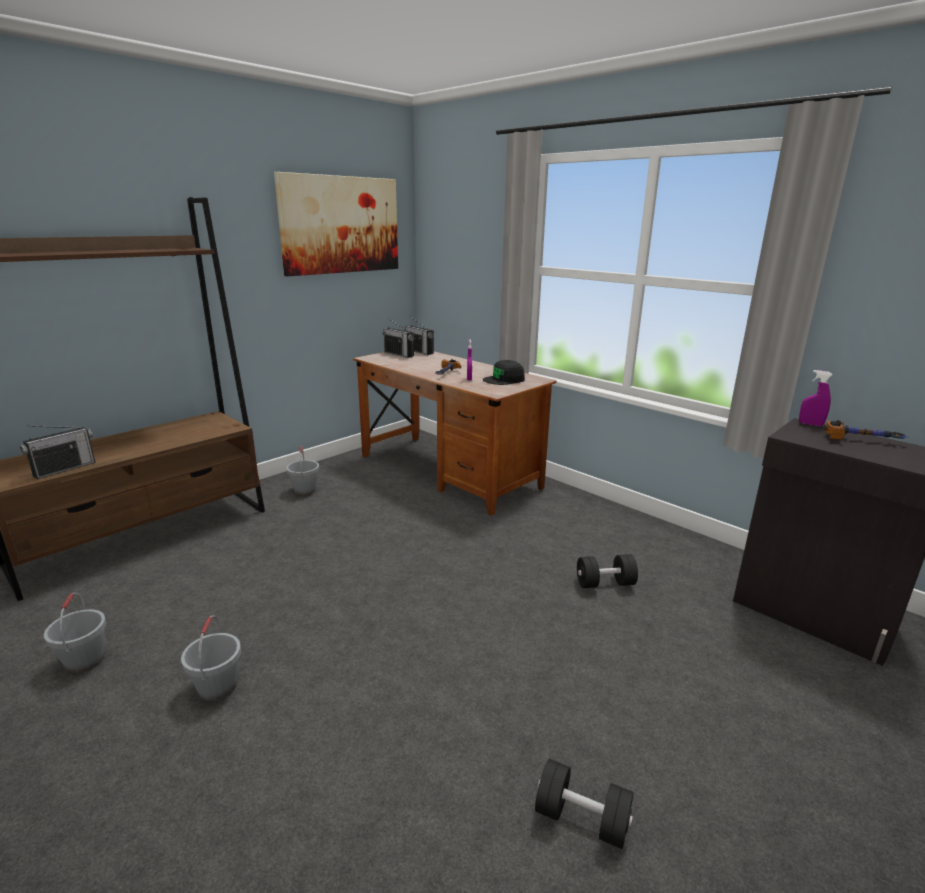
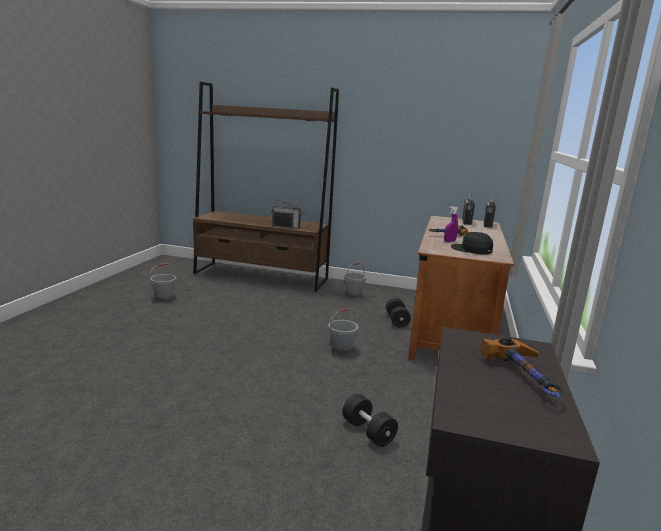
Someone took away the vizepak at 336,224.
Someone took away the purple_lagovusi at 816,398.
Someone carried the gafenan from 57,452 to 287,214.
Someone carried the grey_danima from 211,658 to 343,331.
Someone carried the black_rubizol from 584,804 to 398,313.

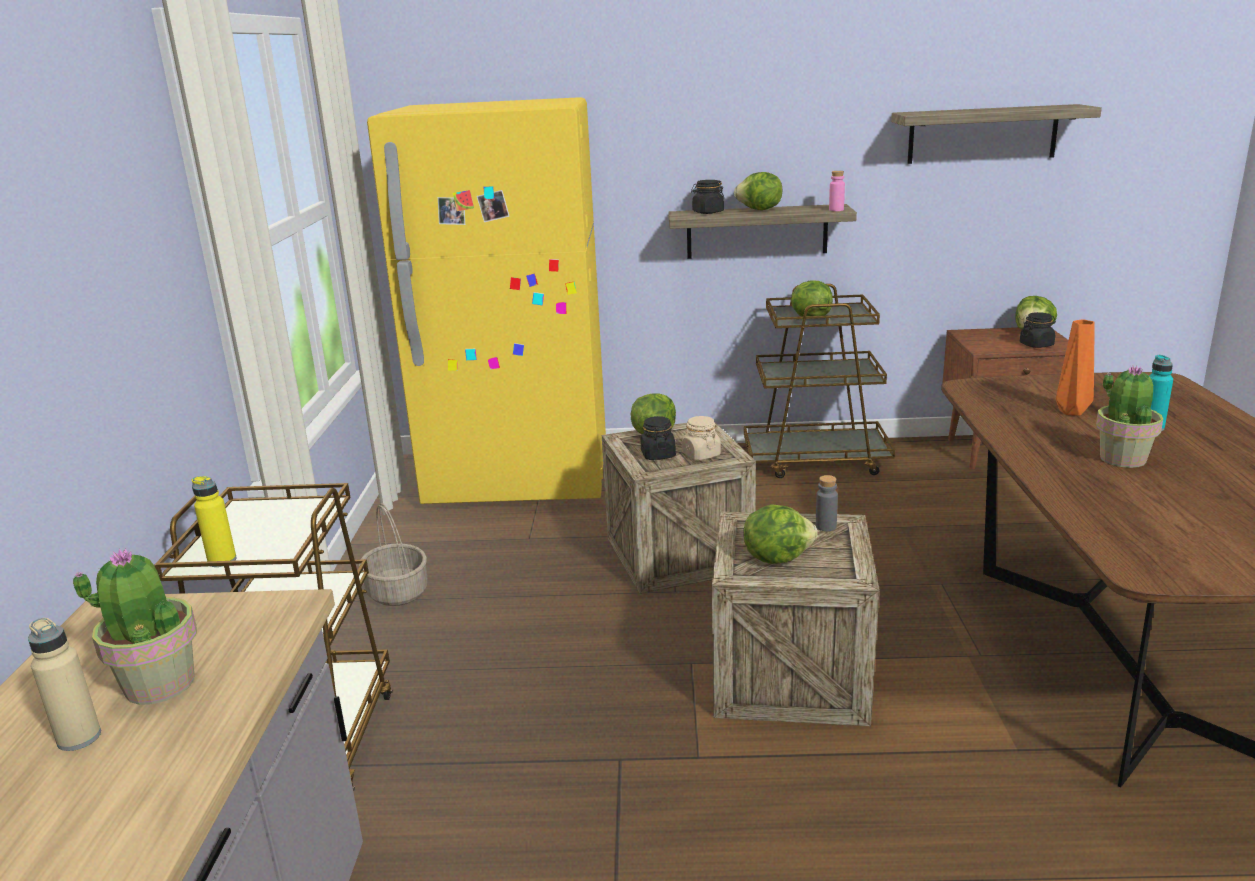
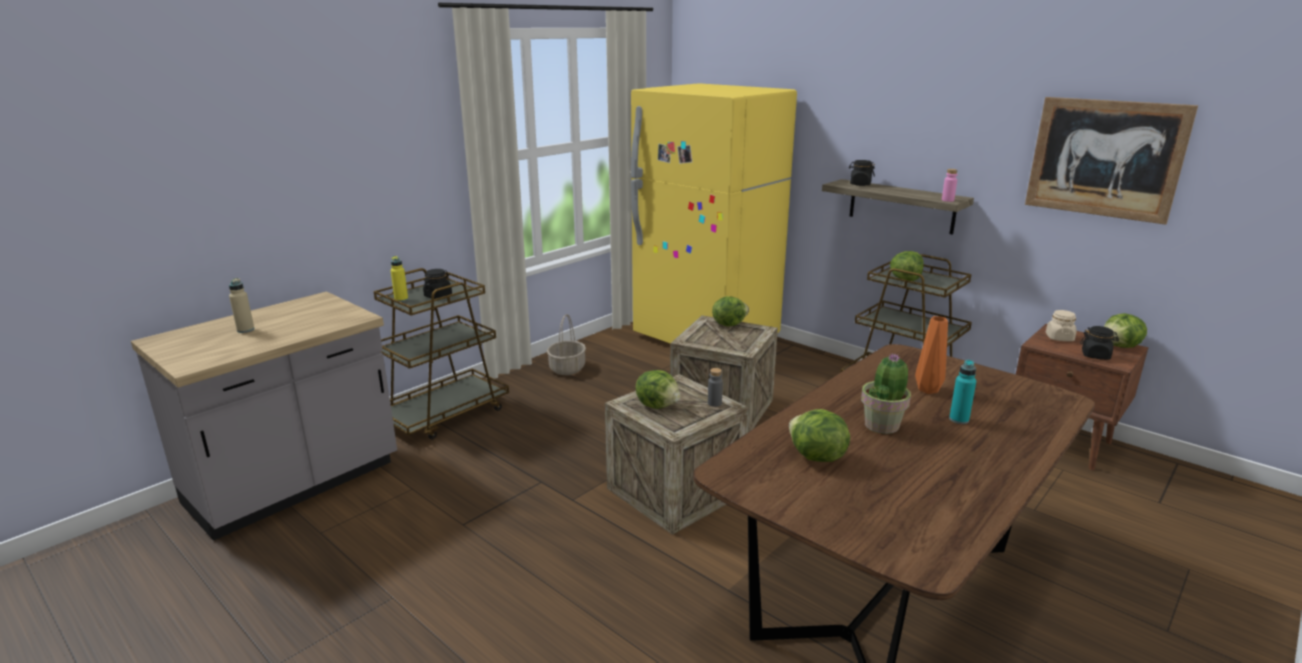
Someone swapped the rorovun at 996,134 for the vizepak at 1111,161.
Someone carried the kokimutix from 758,191 to 819,435.
Someone carried the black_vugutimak from 658,438 to 437,284.
Someone carried the beige_vugutimak from 701,438 to 1061,325.
Someone took away the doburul at 134,626.

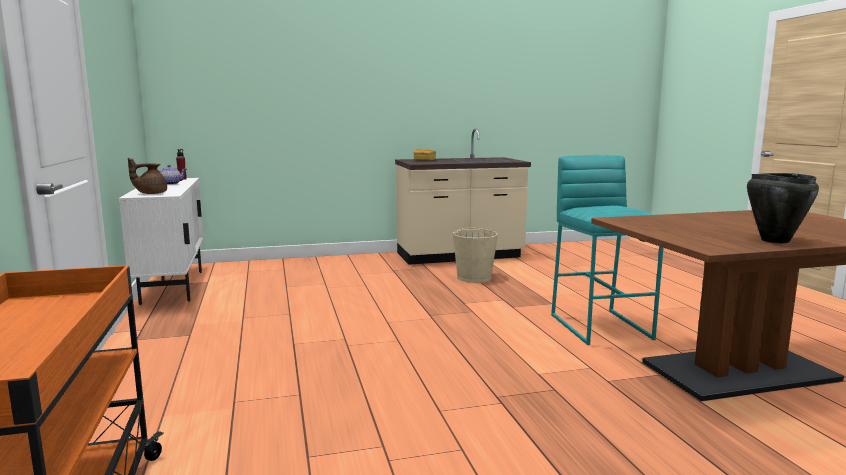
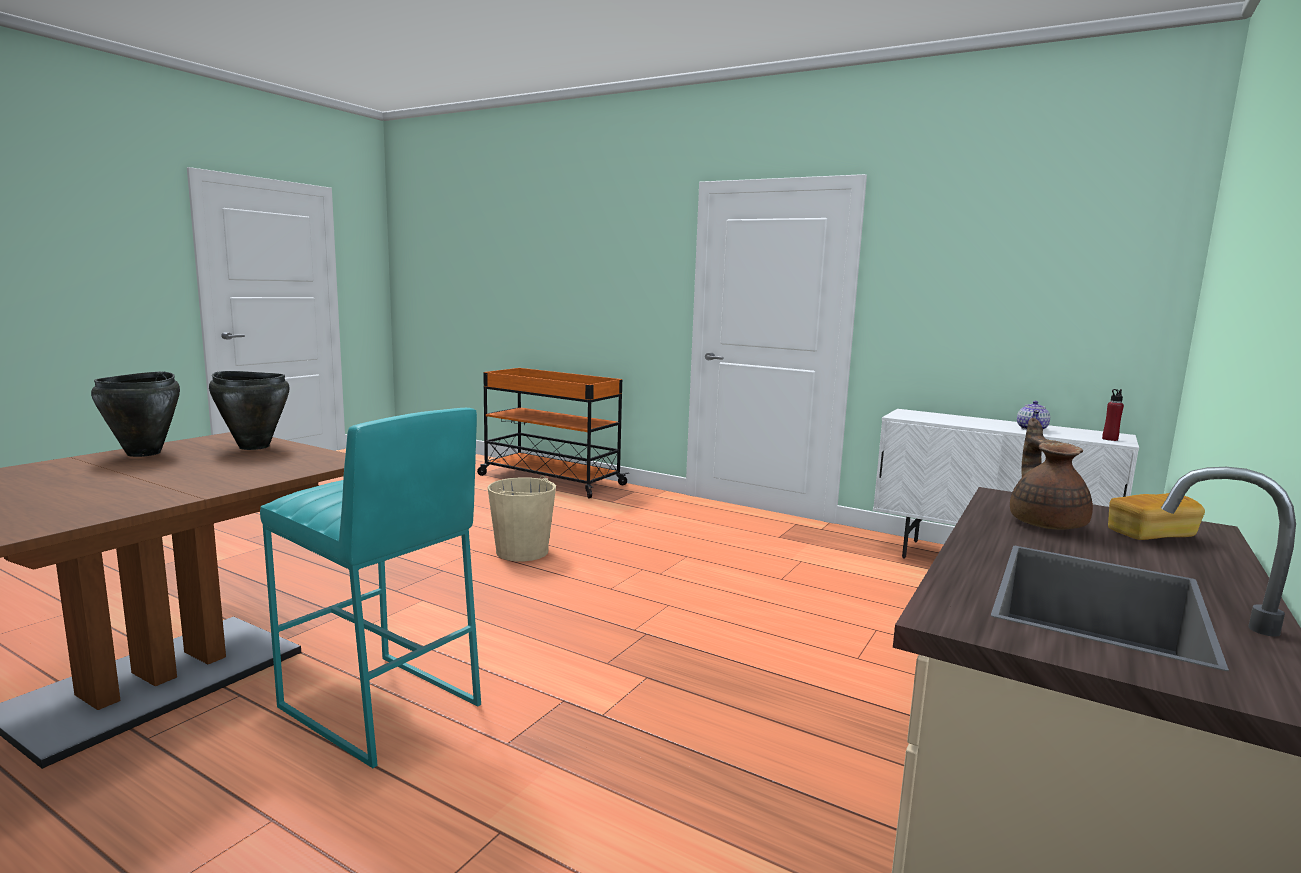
Someone carried the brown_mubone from 147,176 to 1051,474.
Someone carried the beige_danima from 475,255 to 521,518.
Someone put down the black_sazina at 249,410.

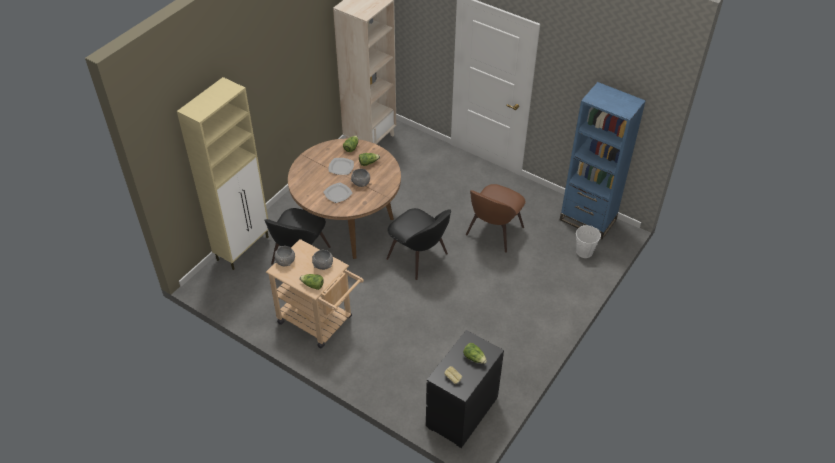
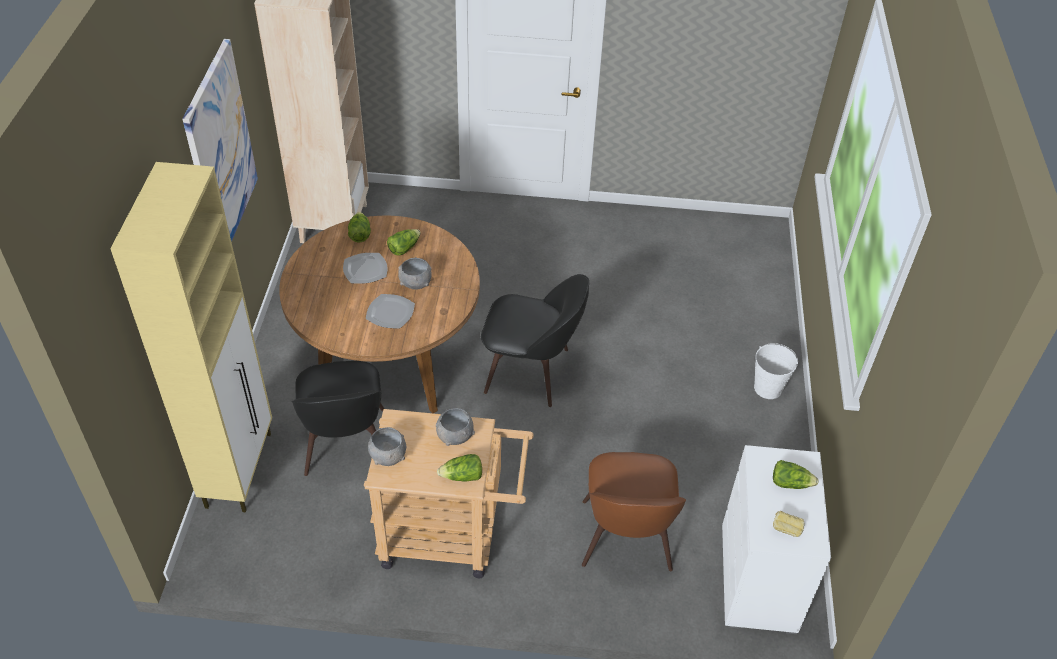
Someone took away the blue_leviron at 603,160.
Someone carried the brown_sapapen from 496,218 to 634,511.
Someone carried the white_danima from 588,241 to 776,371.
Someone repainted the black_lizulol at 465,389, which became the white_lizulol at 776,539.
Someone put up the vizepak at 220,140.

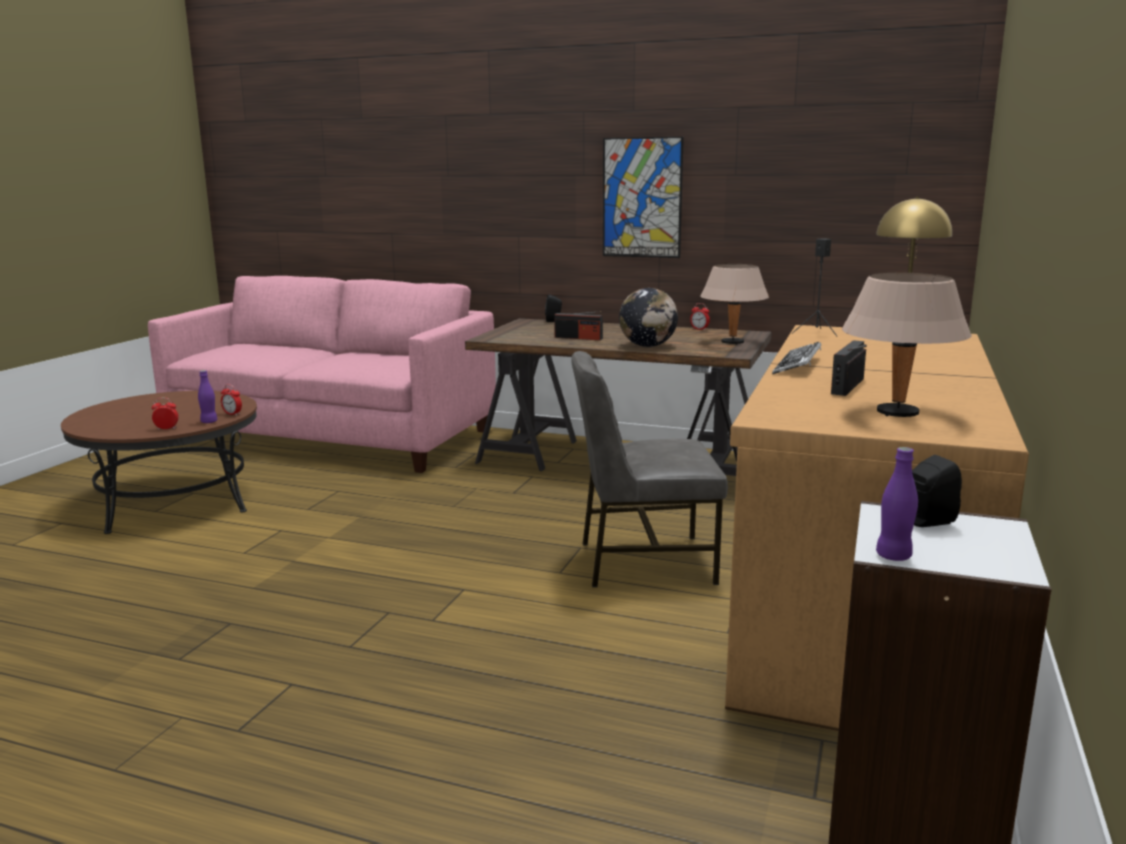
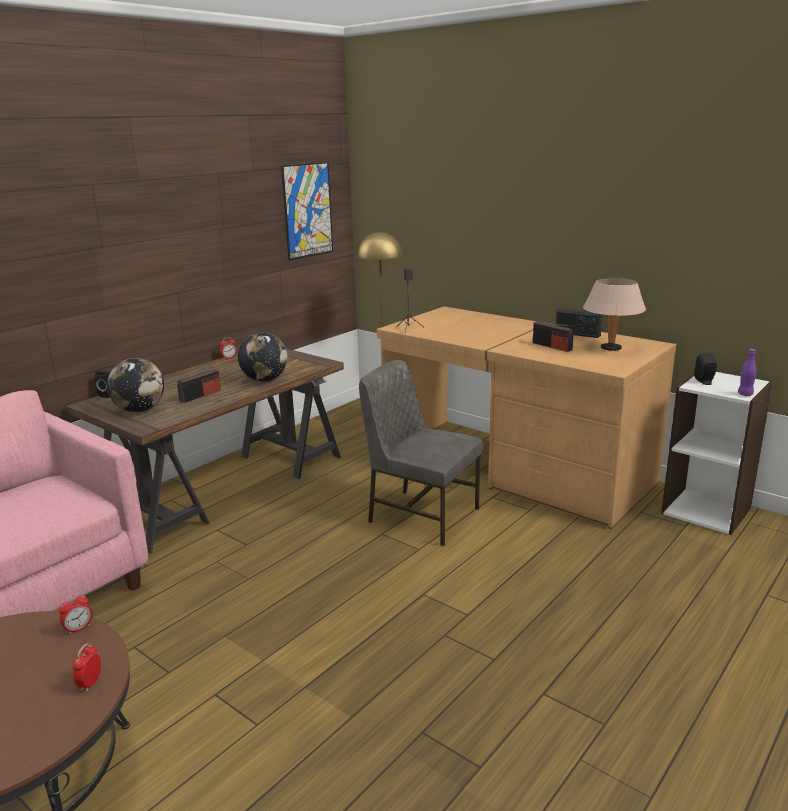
Someone carried the vizepak from 643,197 to 307,211.
Someone took away the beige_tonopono at 734,304.
Someone took away the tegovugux at 796,358.
Someone rotated the grey_sapapen at 649,469 by 105 degrees clockwise.
Someone took away the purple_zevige at 207,396.
Someone put down the gafenan at 579,323.
Someone put down the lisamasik at 135,385.

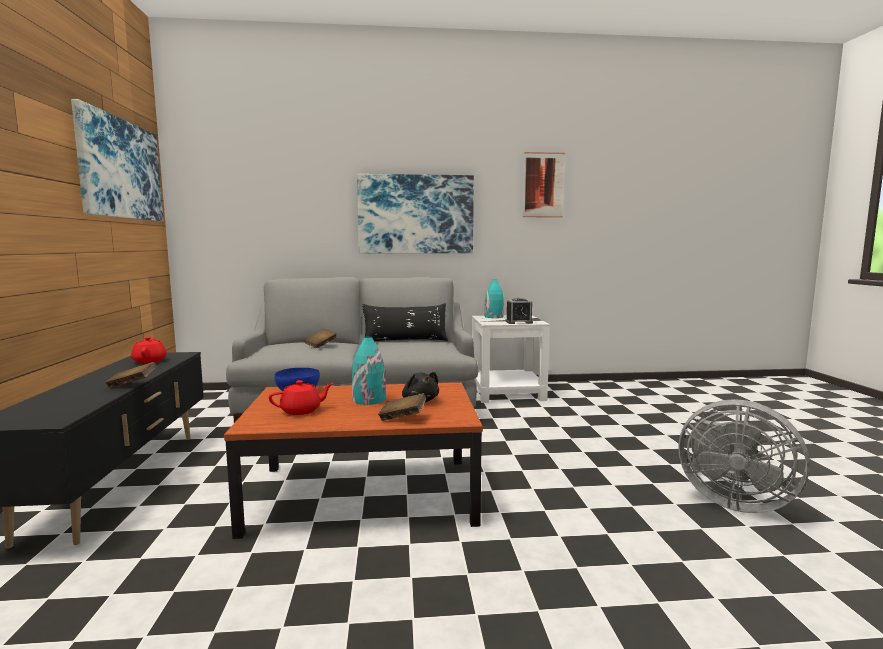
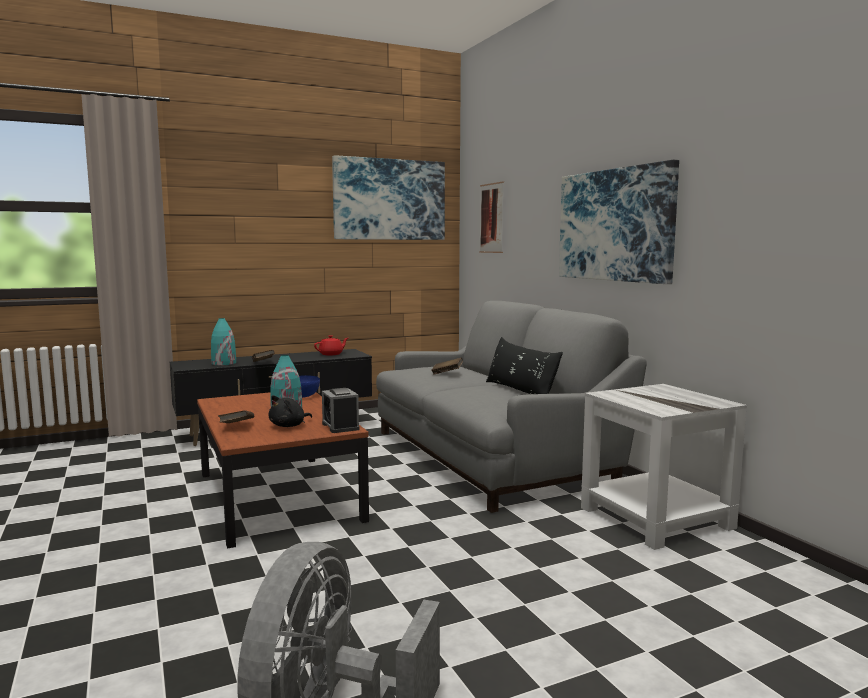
Someone carried the vizepak from 544,184 to 491,217.
Someone carried the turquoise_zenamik from 494,299 to 223,341.
Someone carried the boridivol from 519,311 to 340,410.
Someone took away the red_mubone at 301,397.

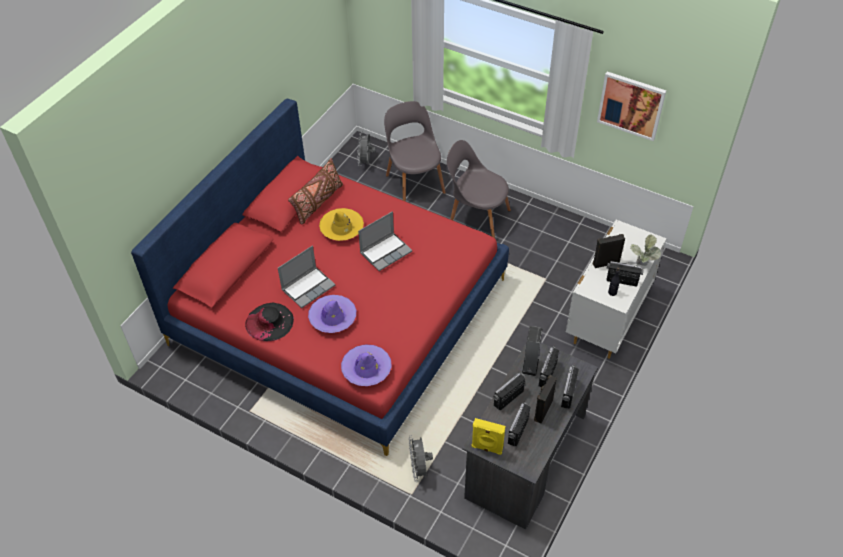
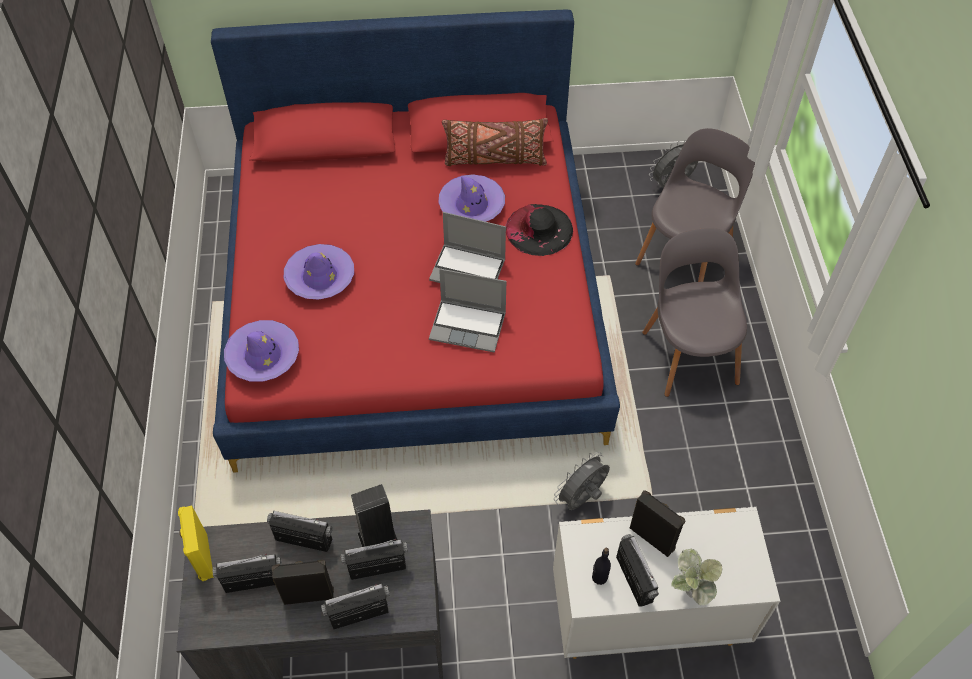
Someone took away the vizepak at 631,106.
Someone repainted the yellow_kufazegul at 341,224, which became the purple_kufazegul at 471,198.
Someone carried the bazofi from 306,277 to 467,310.
Someone carried the black_kufazegul from 269,322 to 539,230.
Someone carried the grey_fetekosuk from 421,458 to 582,481.

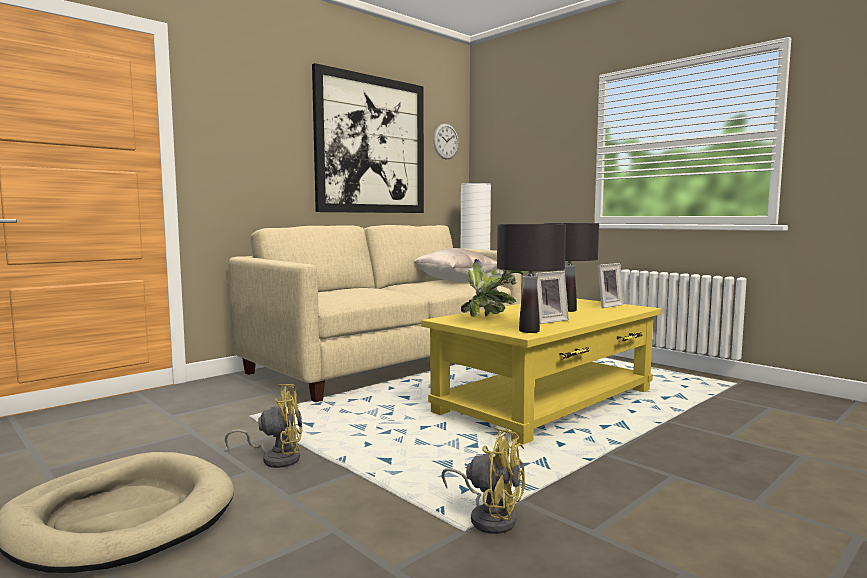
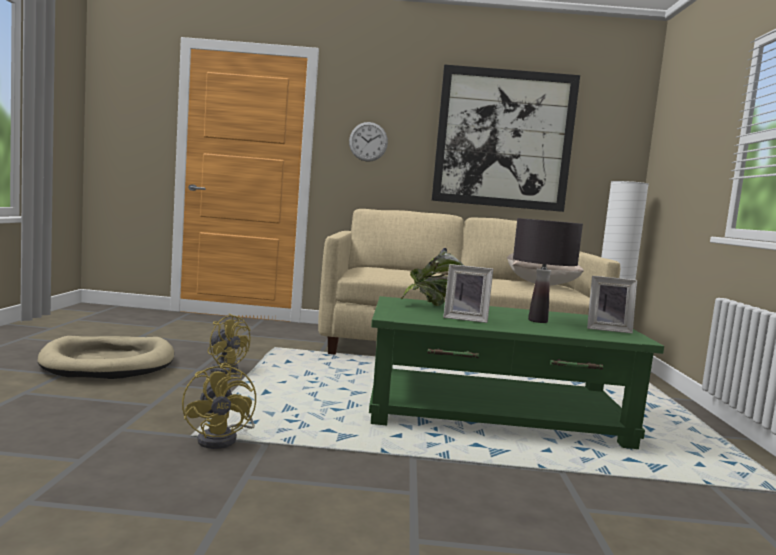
Someone carried the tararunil from 446,141 to 368,142.
Someone took away the black_tonopono at 531,278.
Someone repainted the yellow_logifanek at 541,372, which became the green_logifanek at 516,372.

